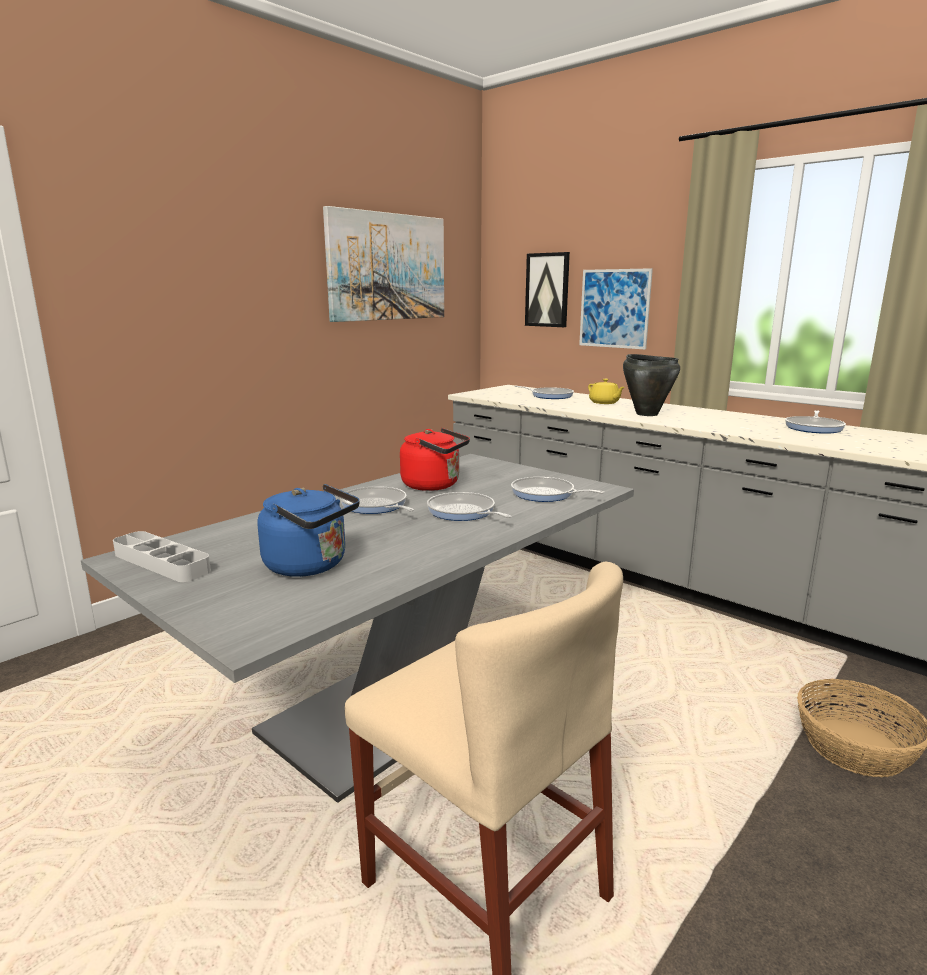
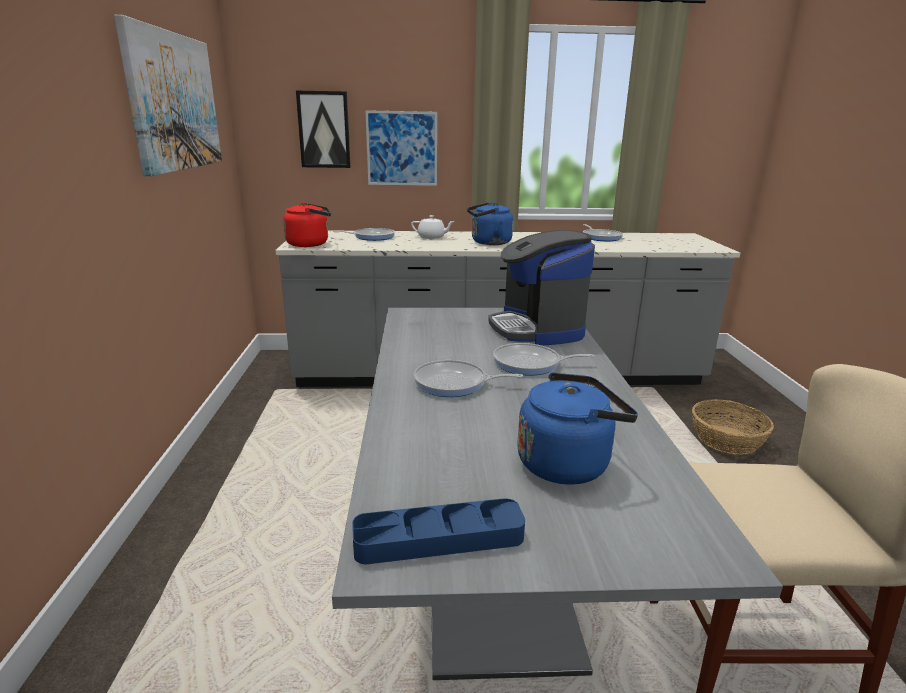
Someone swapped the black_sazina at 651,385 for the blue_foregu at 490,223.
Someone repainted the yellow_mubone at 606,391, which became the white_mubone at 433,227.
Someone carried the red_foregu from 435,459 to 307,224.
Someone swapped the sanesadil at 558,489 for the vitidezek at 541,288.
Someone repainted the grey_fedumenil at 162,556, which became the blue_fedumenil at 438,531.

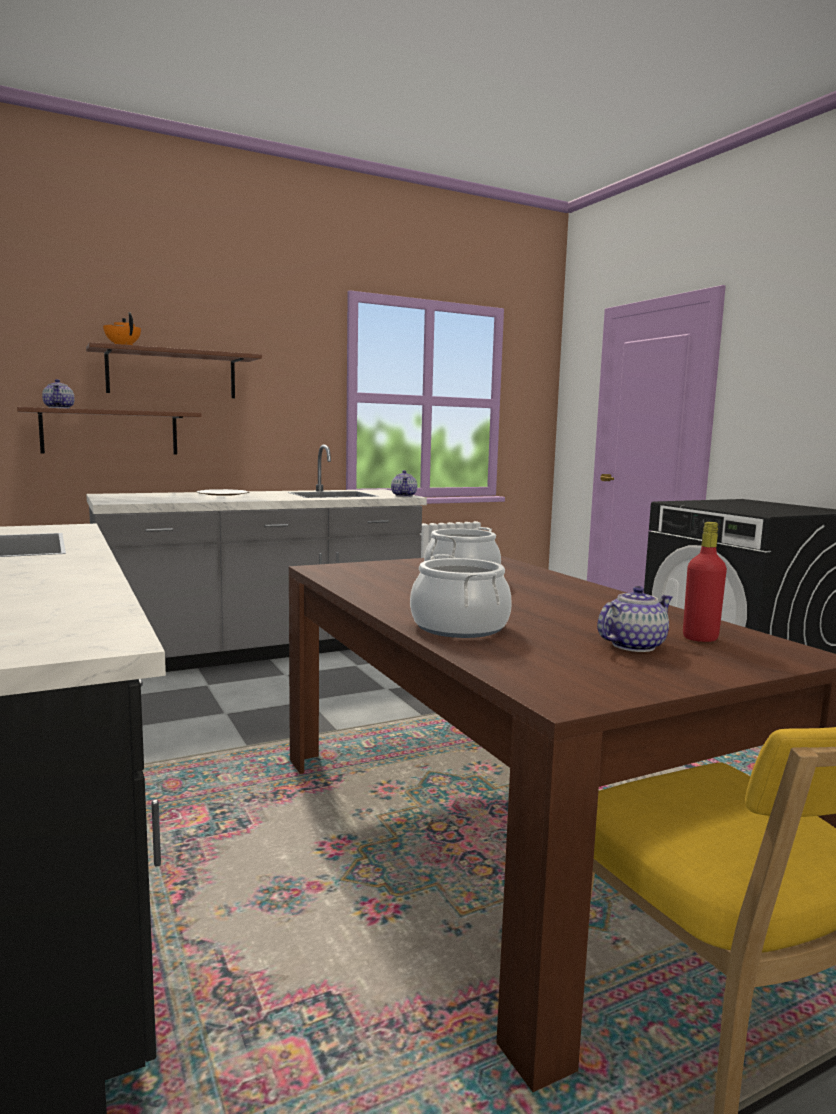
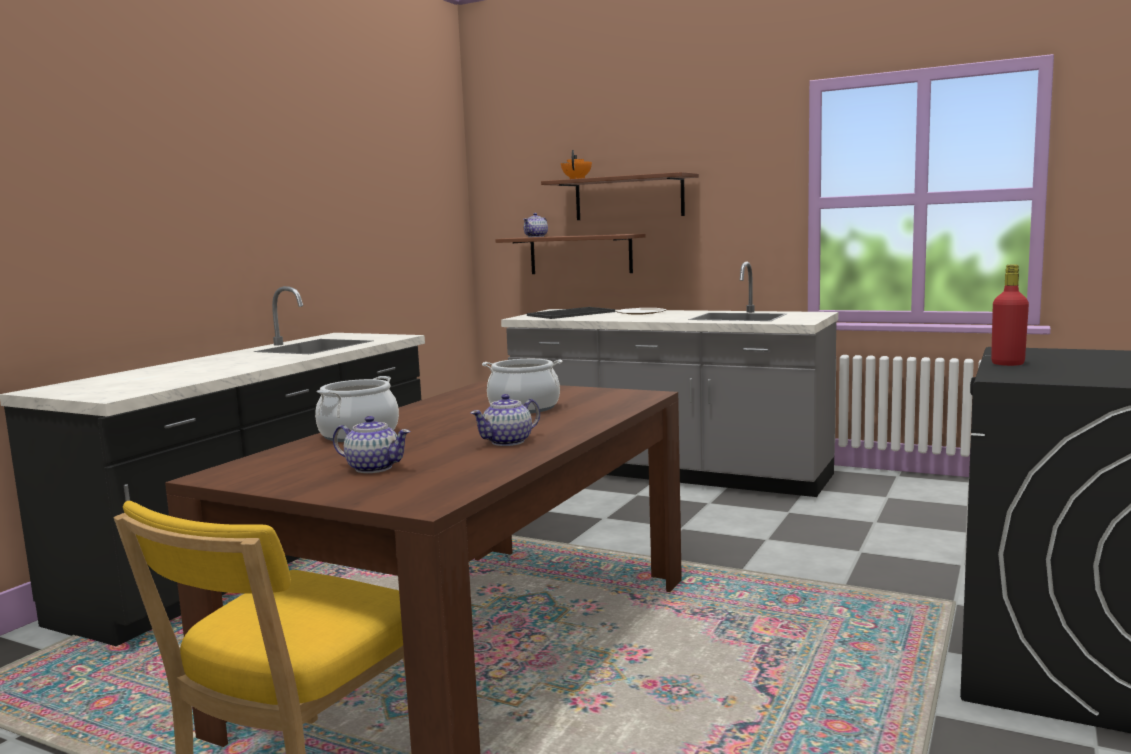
Someone carried the mubone from 404,483 to 505,420.
Someone carried the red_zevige from 705,582 to 1010,315.
Someone put down the fedumenil at 571,313.

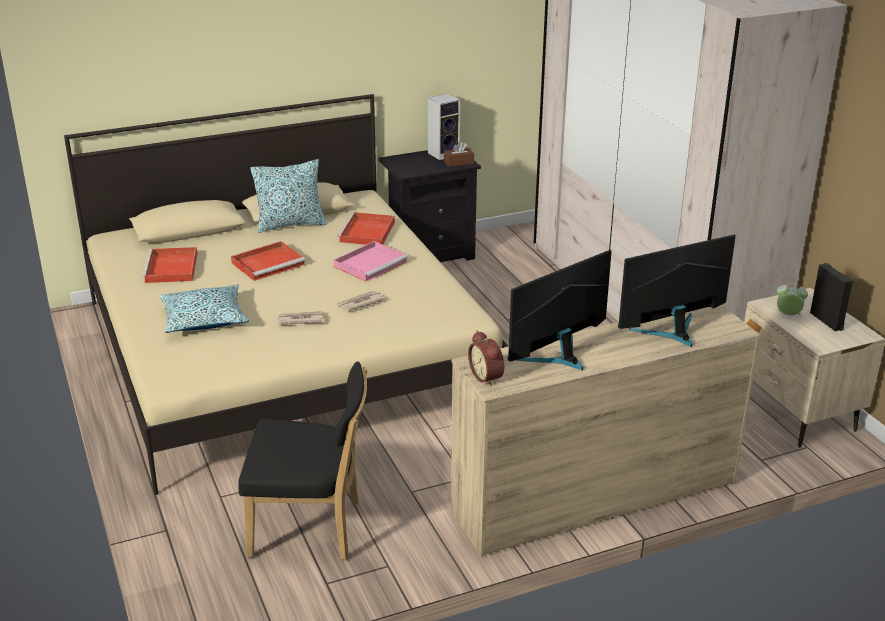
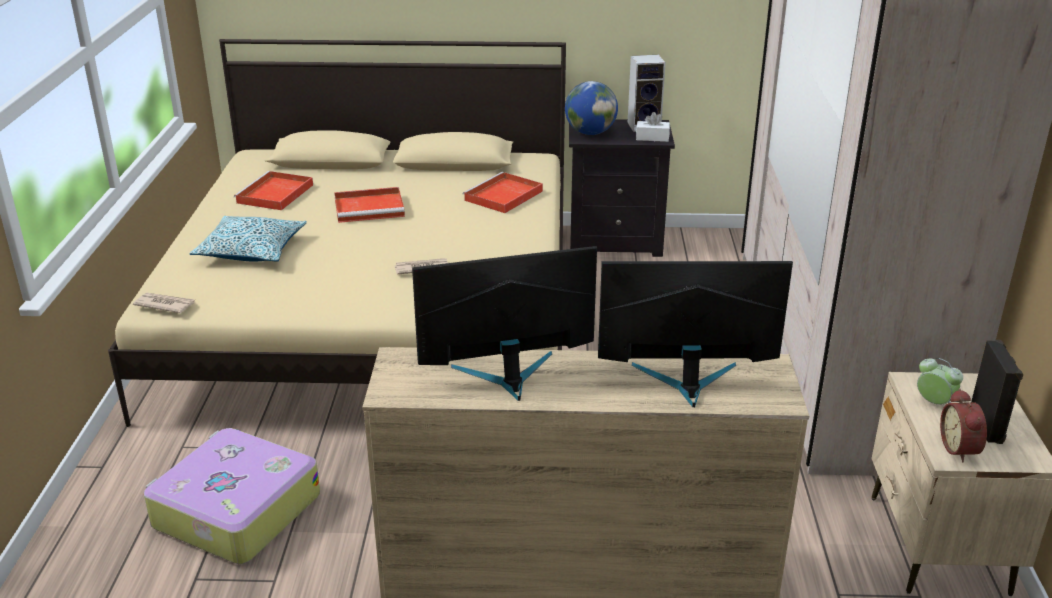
Someone repainted the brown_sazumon at 459,154, which became the white_sazumon at 653,127.
Someone took away the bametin at 288,196.
Someone took away the pink_fedumenil at 370,261.
Someone carried the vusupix from 301,318 to 164,303.
Someone carried the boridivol from 486,358 to 963,425.
Someone swapped the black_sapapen at 302,460 for the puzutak at 232,496.
Someone put down the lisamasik at 591,108.

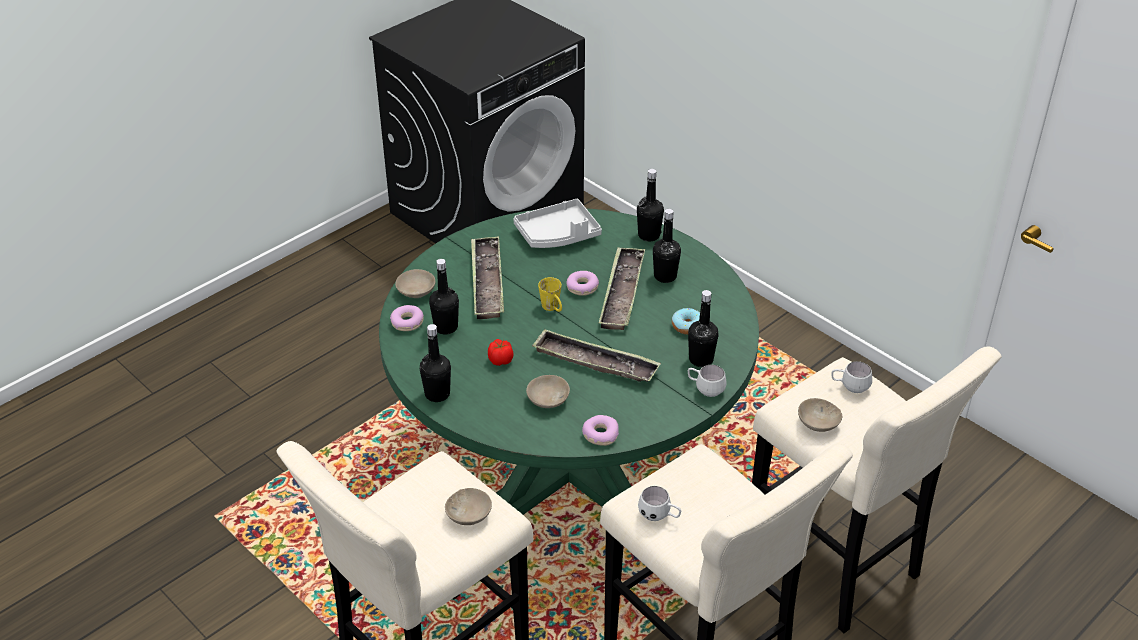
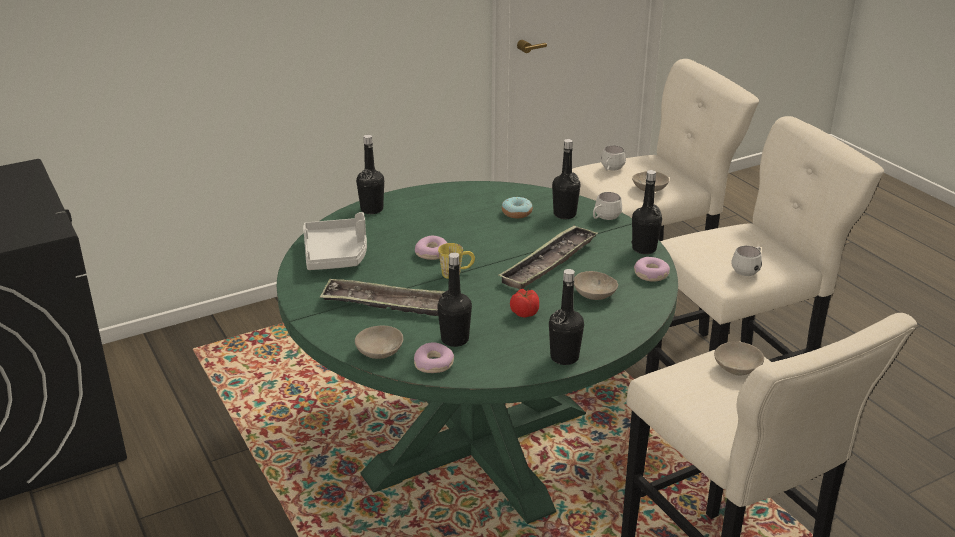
Someone carried the black_zevige from 667,246 to 647,212.
Someone took away the fedumenil at 621,288.

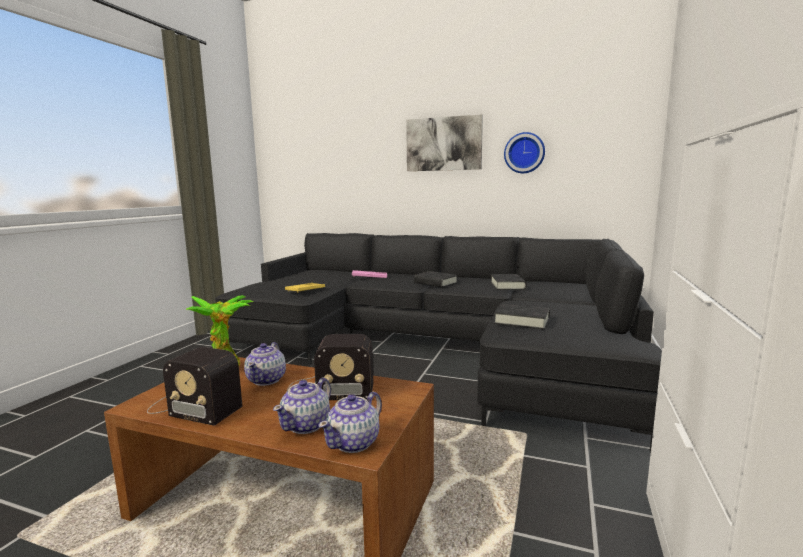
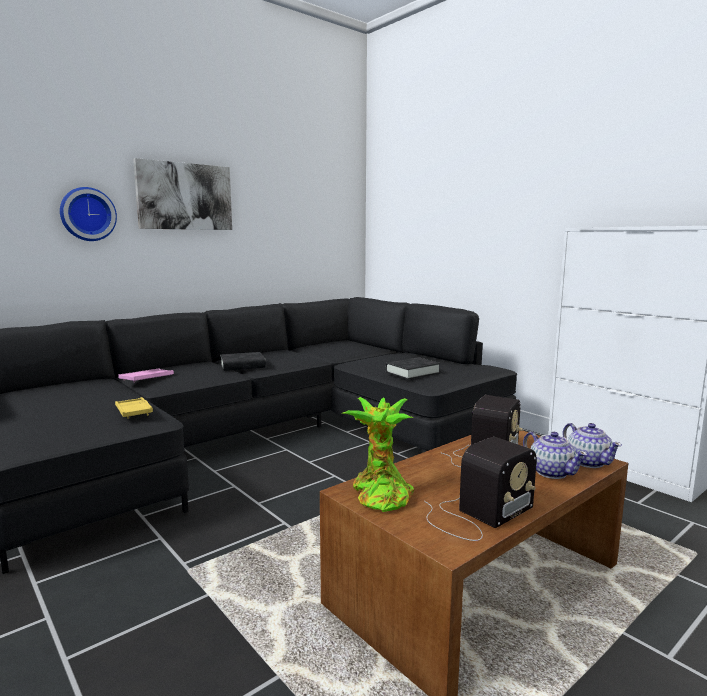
Someone carried the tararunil from 524,152 to 88,214.
Someone took away the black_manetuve at 508,282.
Someone took away the mubone at 265,364.

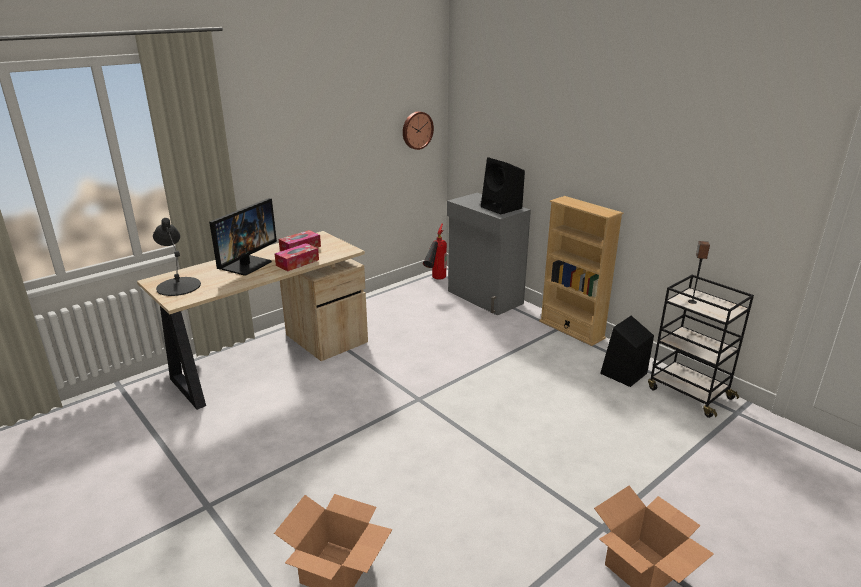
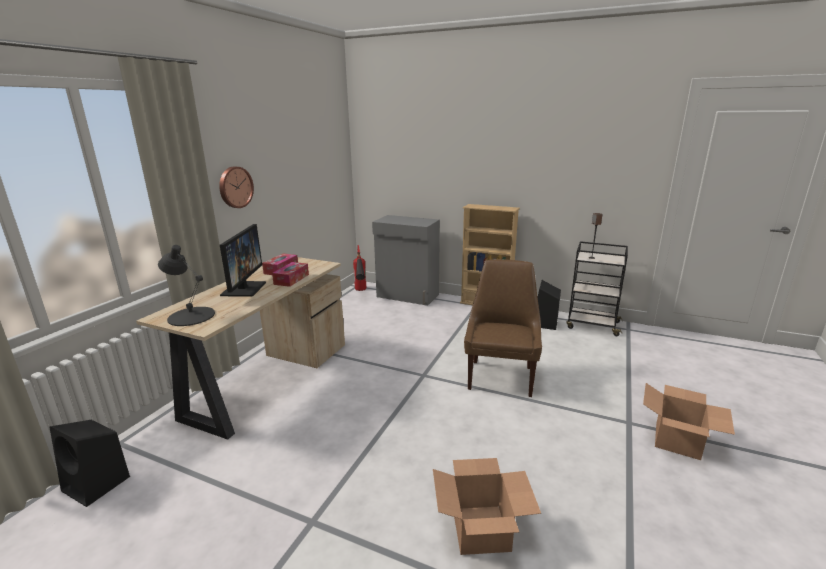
Someone carried the tararunil from 418,130 to 236,187.
Someone carried the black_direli from 503,185 to 90,463.
Someone put down the brown_sapapen at 503,328.

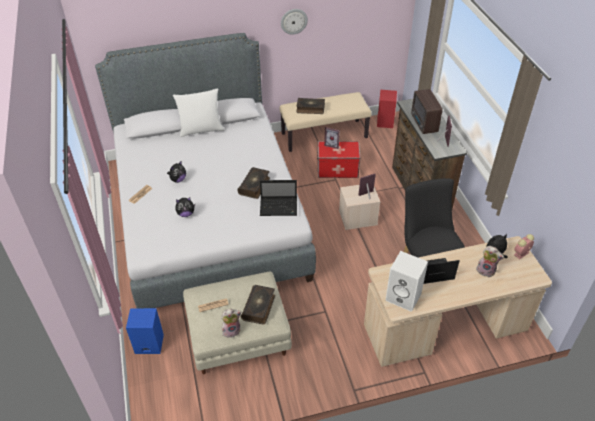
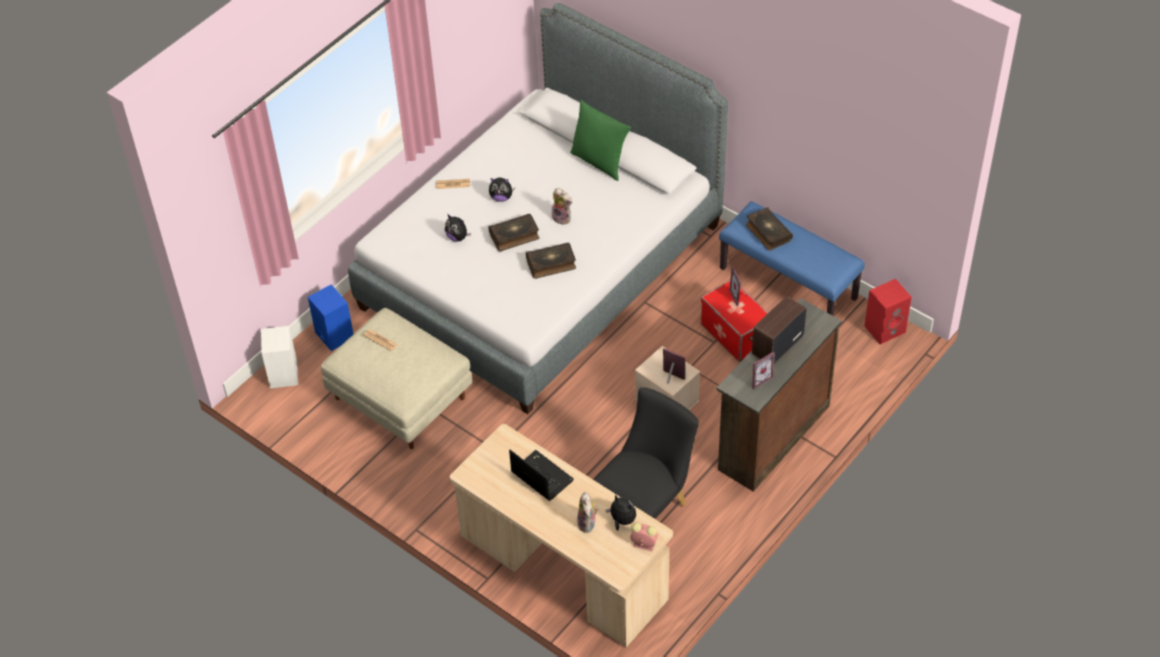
Someone took away the tararunil at 294,21.
Someone repainted the white_bametin at 198,112, which became the green_bametin at 600,140.
Someone repainted the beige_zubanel at 325,122, which became the blue_zubanel at 792,258.
Someone took away the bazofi at 278,198.
Someone carried the white_direli from 406,281 to 279,357.
Someone carried the manetuve from 258,305 to 514,232.
Someone carried the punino from 231,323 to 561,206.

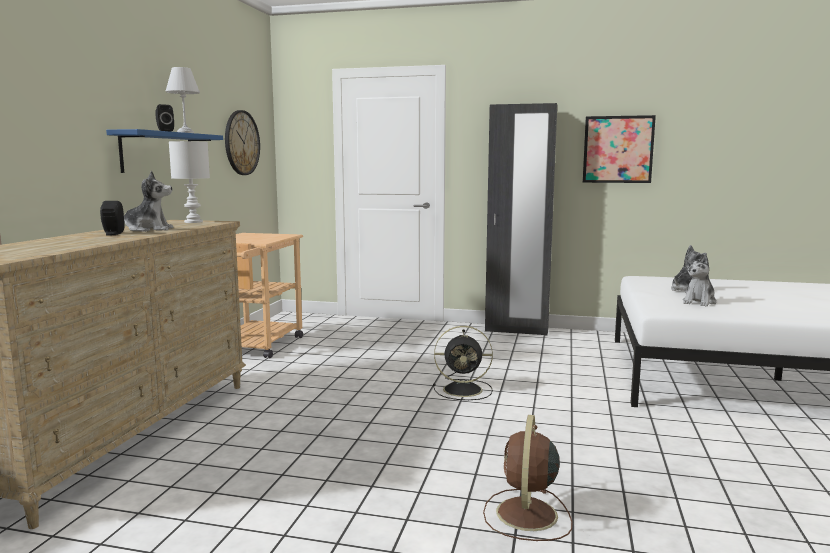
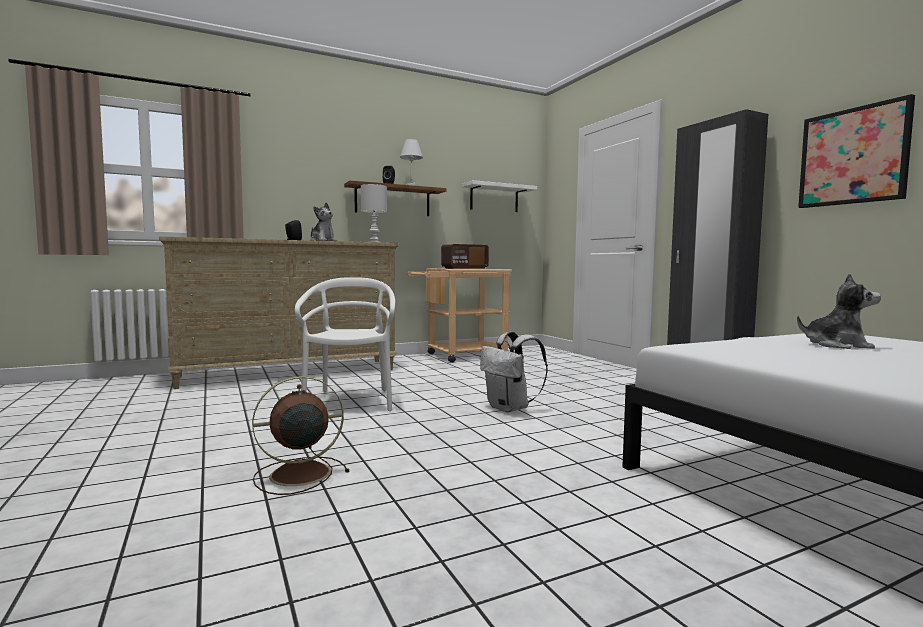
Someone swapped the tararunil at 242,142 for the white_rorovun at 499,196.
Someone repainted the blue_rorovun at 164,151, which became the brown_rorovun at 395,198.
Someone took away the punino at 700,280.
Someone swapped the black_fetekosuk at 463,363 for the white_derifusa at 514,372.
Someone put down the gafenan at 465,256.
Someone put down the white_sapapen at 345,344.

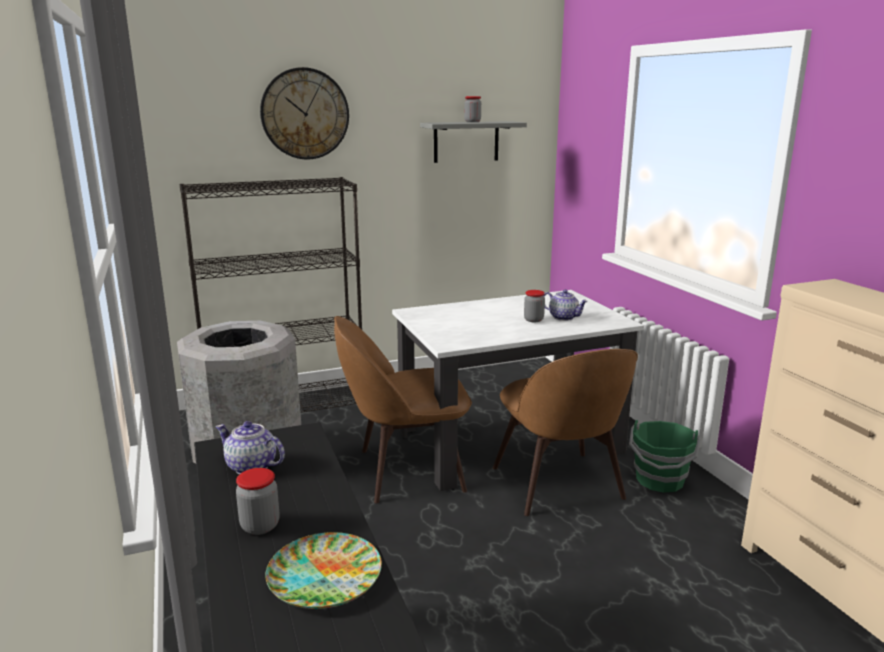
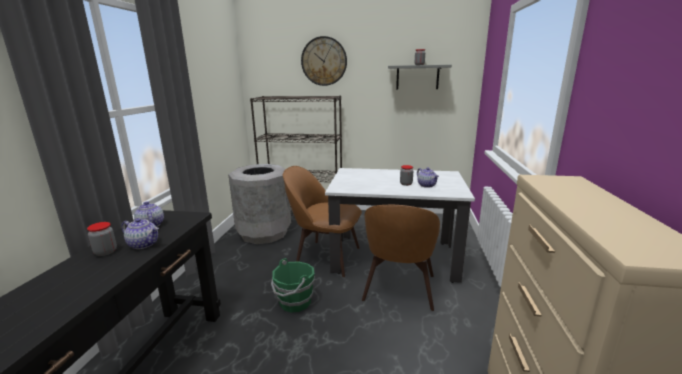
Someone carried the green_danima from 665,456 to 292,285.
Someone took away the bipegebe at 323,570.
Someone put down the mubone at 140,233.

